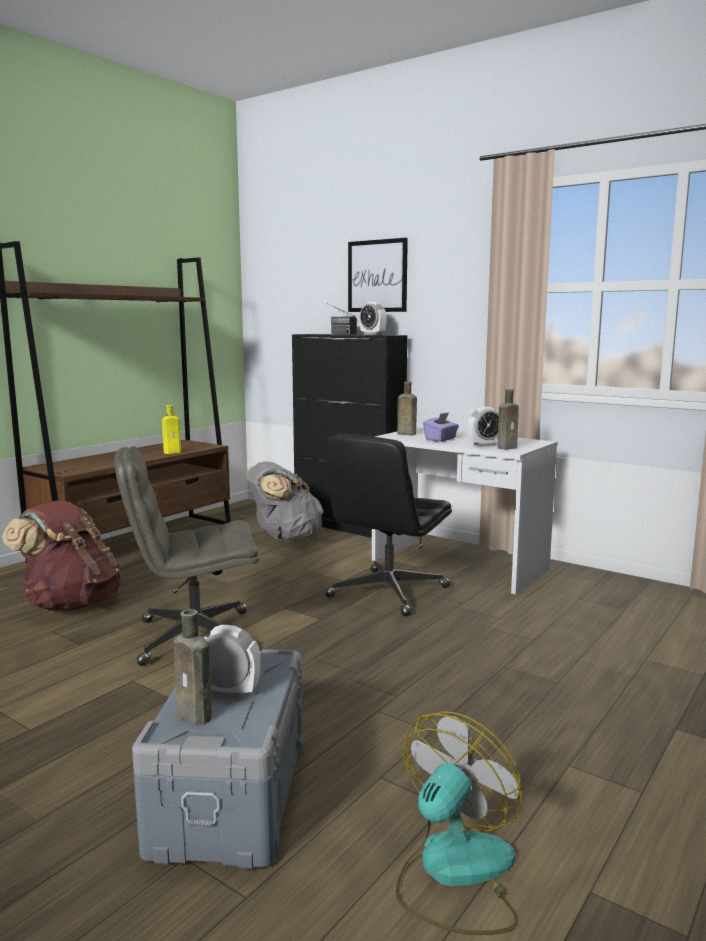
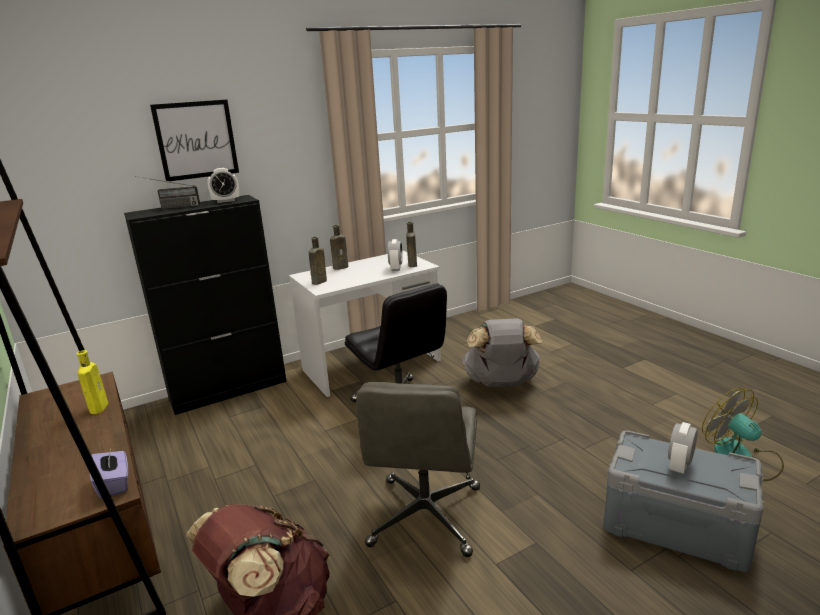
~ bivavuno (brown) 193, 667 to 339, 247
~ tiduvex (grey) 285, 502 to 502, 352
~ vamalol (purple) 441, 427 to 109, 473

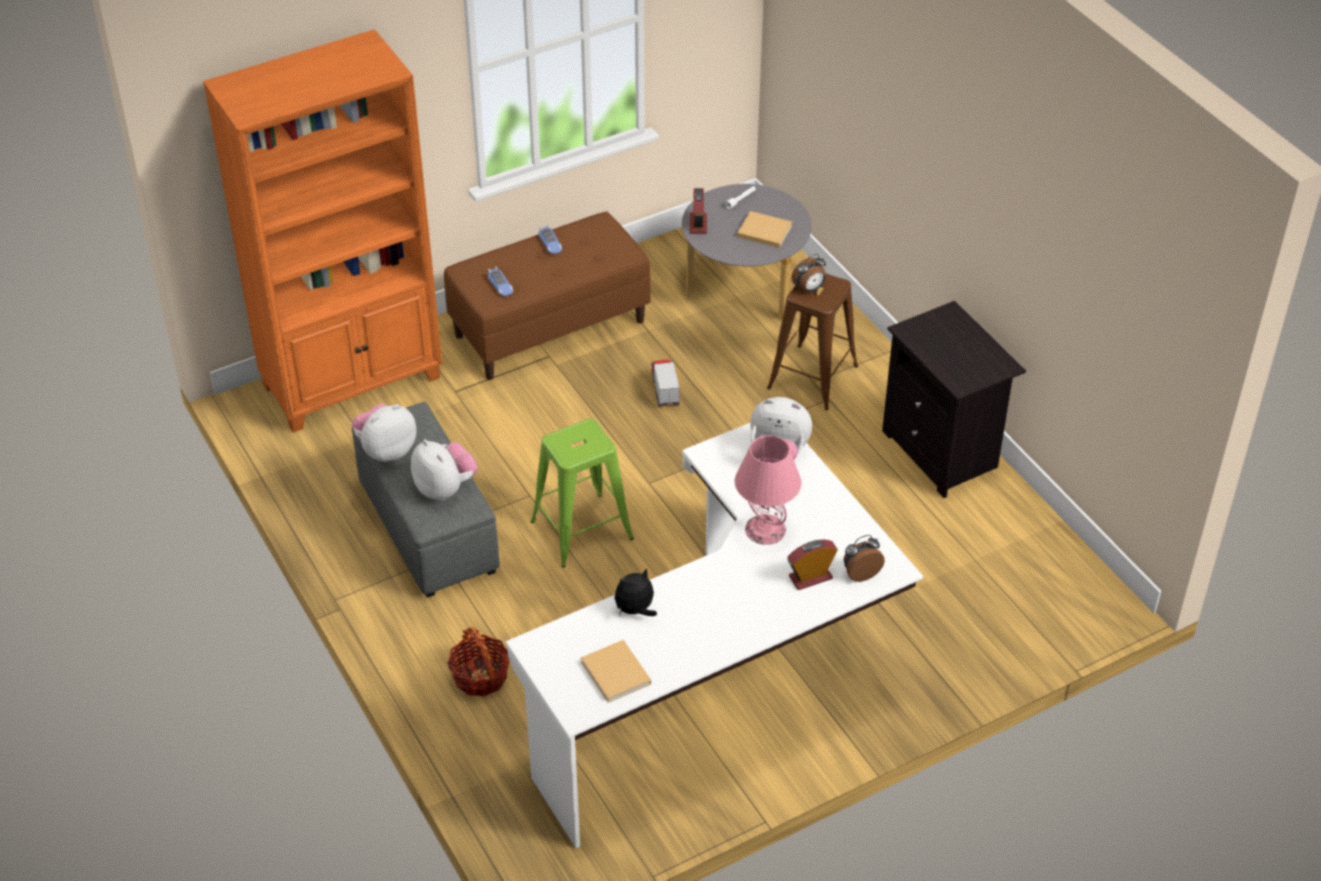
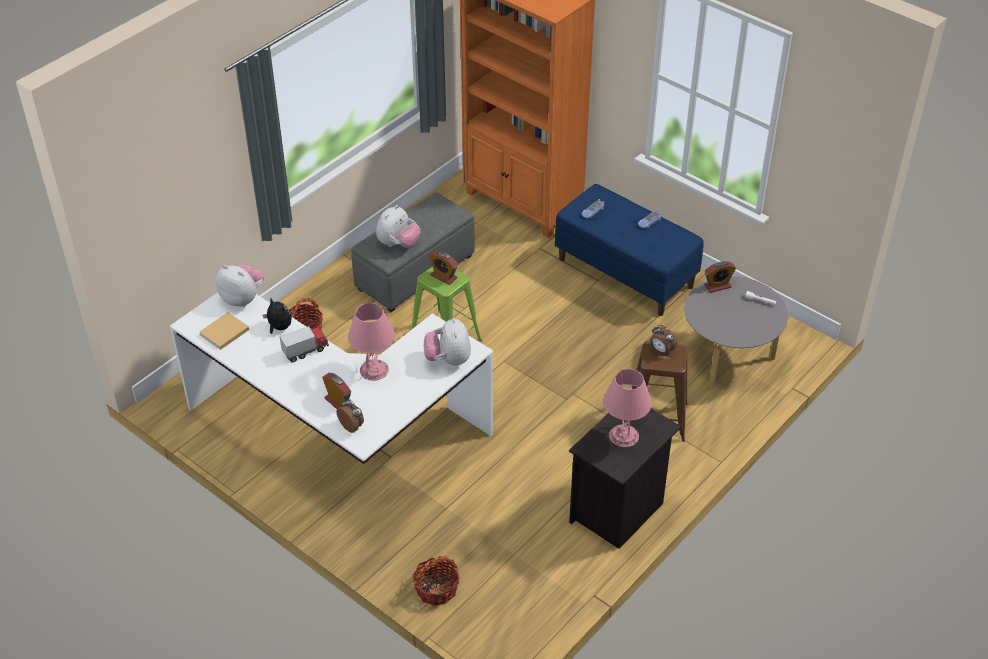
~ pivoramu 384, 433 to 240, 285
~ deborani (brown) 547, 295 to deborani (blue) 629, 250
~ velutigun 665, 383 to 304, 344
- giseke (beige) 764, 229
+ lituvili 436, 581
+ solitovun 443, 267
+ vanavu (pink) 627, 408

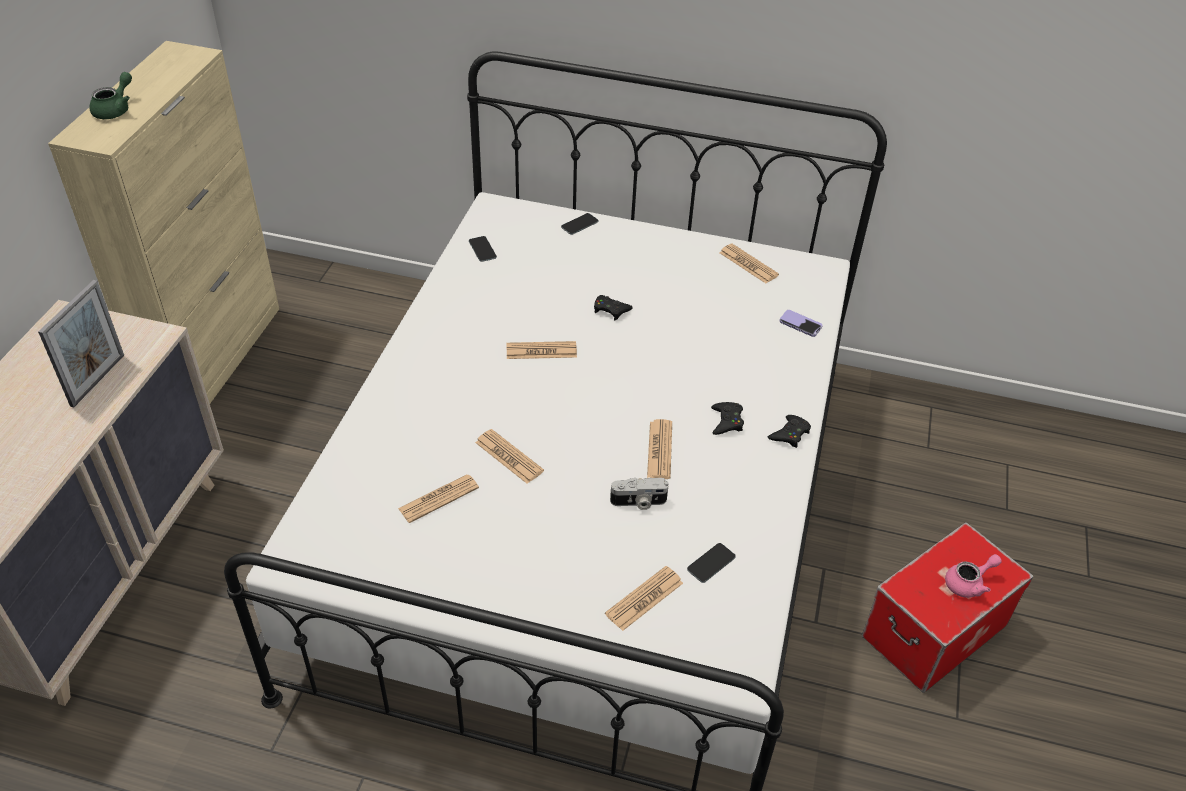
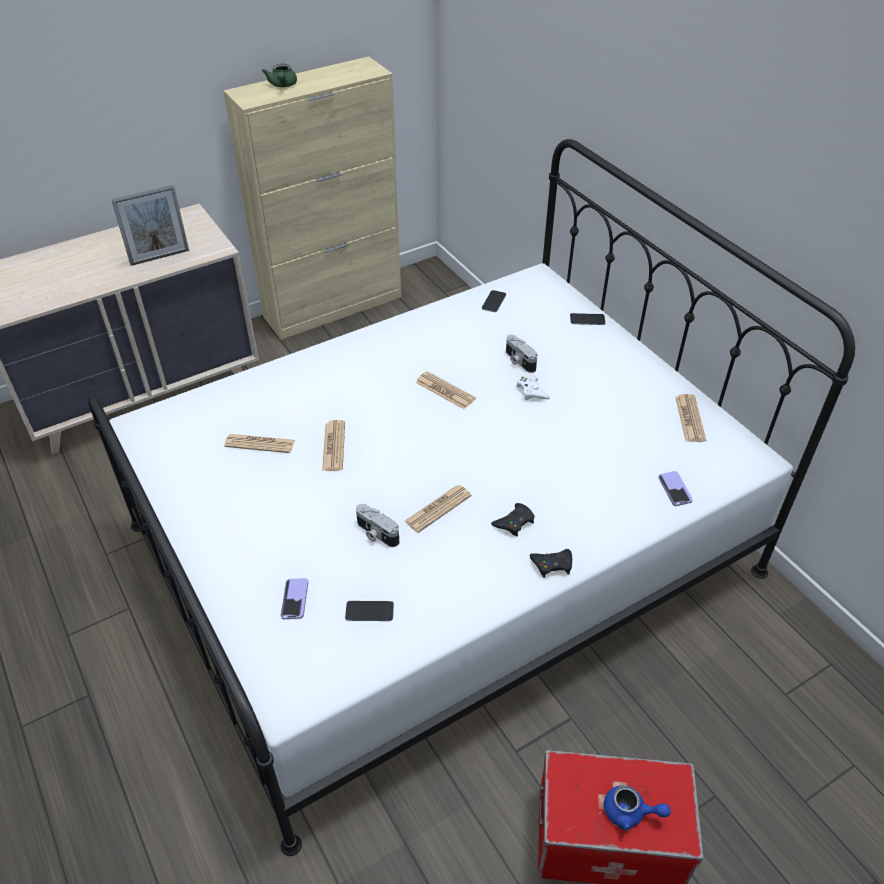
~ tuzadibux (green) 110, 95 = 279, 75 105 degrees clockwise
~ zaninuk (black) 613, 307 to zaninuk (white) 533, 387
~ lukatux 644, 598 to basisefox 294, 598
~ tuzadibux (pink) 973, 576 to tuzadibux (blue) 637, 808
+ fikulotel 521, 354

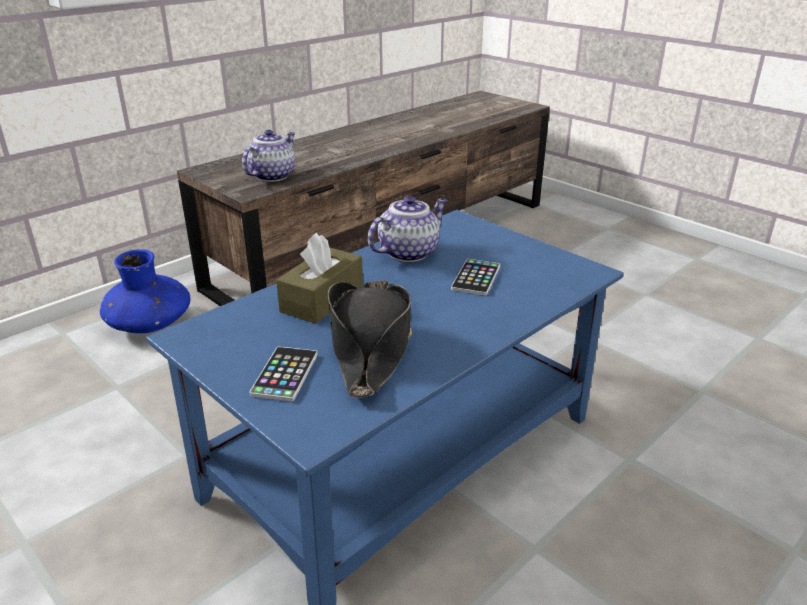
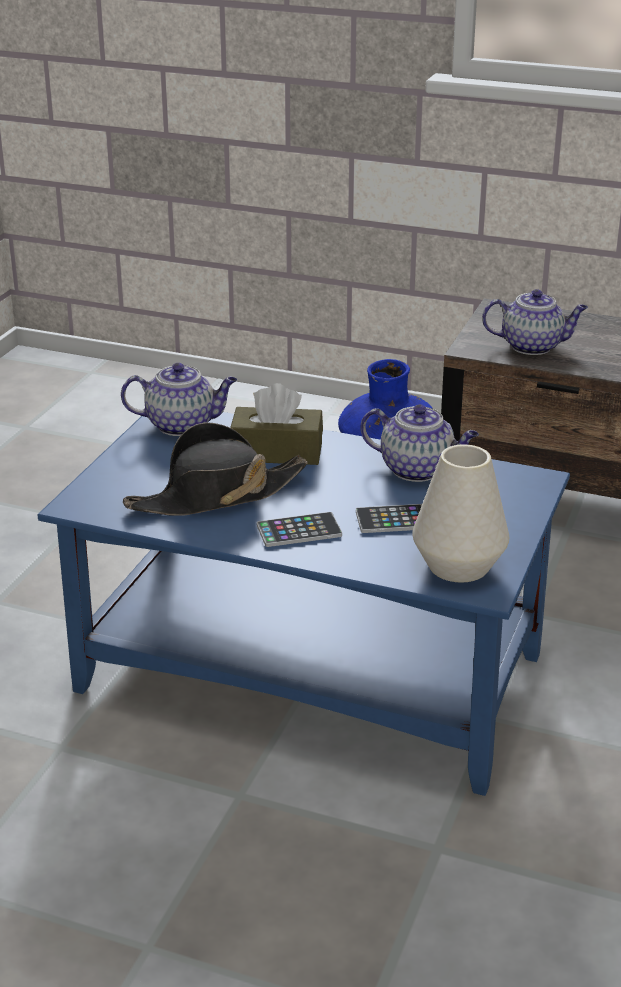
~ basisefox 284, 373 to 299, 529
+ tuzadibux 179, 399
+ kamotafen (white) 461, 513

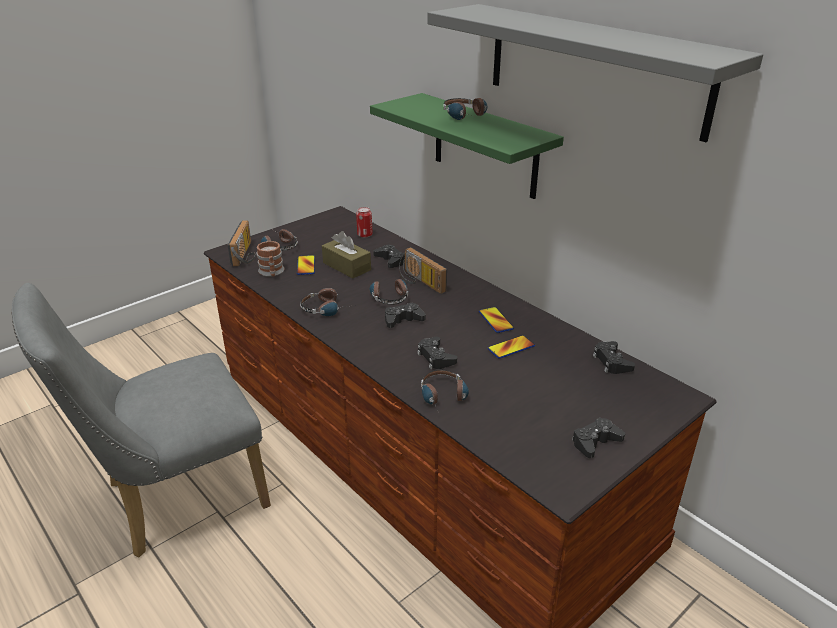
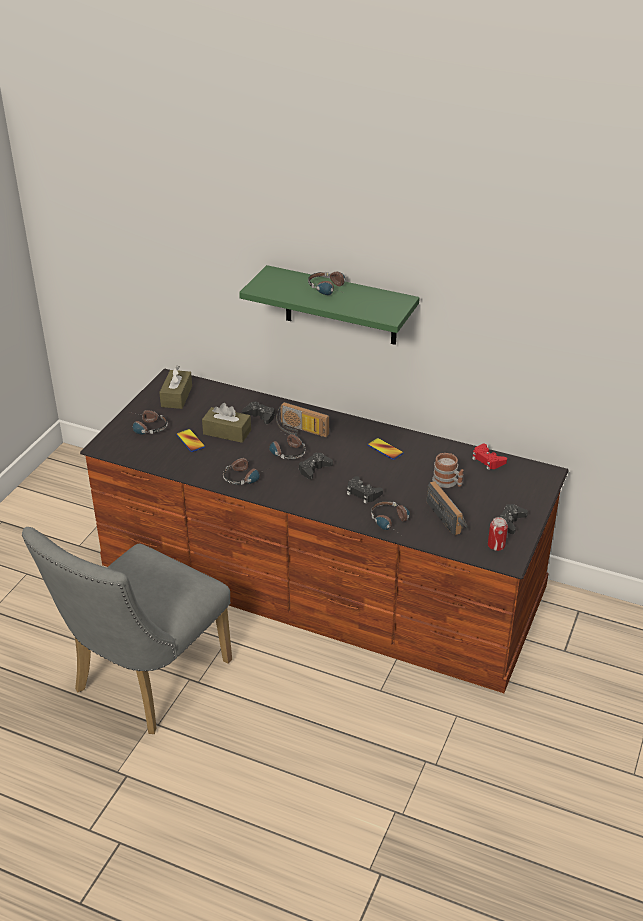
~ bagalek 242, 243 to 447, 508
~ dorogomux 270, 259 to 448, 470
~ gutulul 364, 222 to 498, 534
- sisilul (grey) 595, 73
- basisefox 511, 347
~ zaninuk (black) 614, 357 to zaninuk (red) 489, 457
+ vamalol (brown) 175, 387

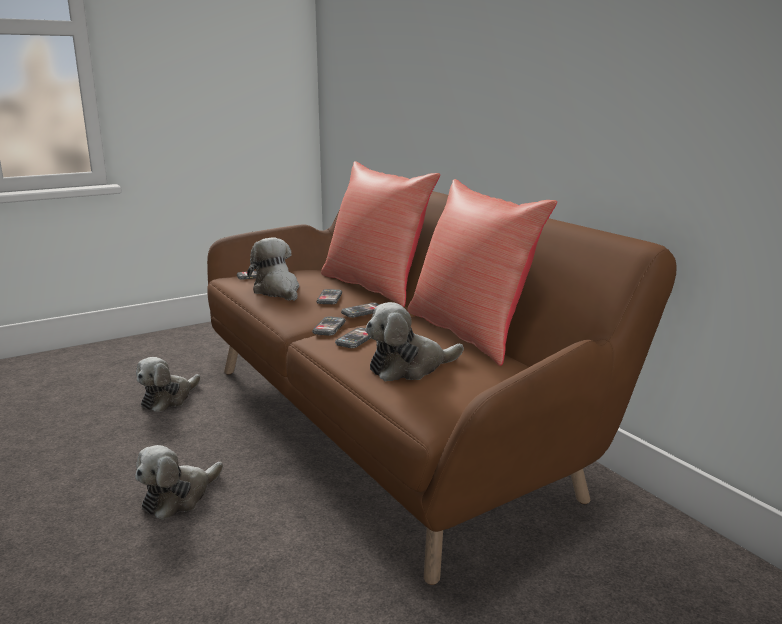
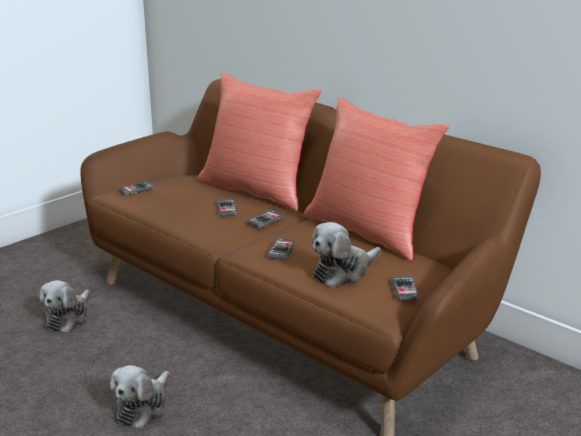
- pivoramu 273, 269
~ basisefox 329, 326 to 405, 288

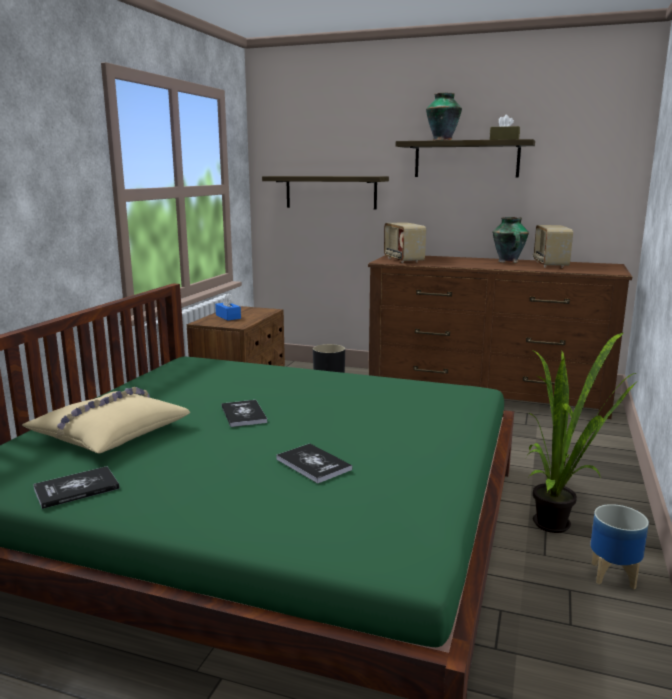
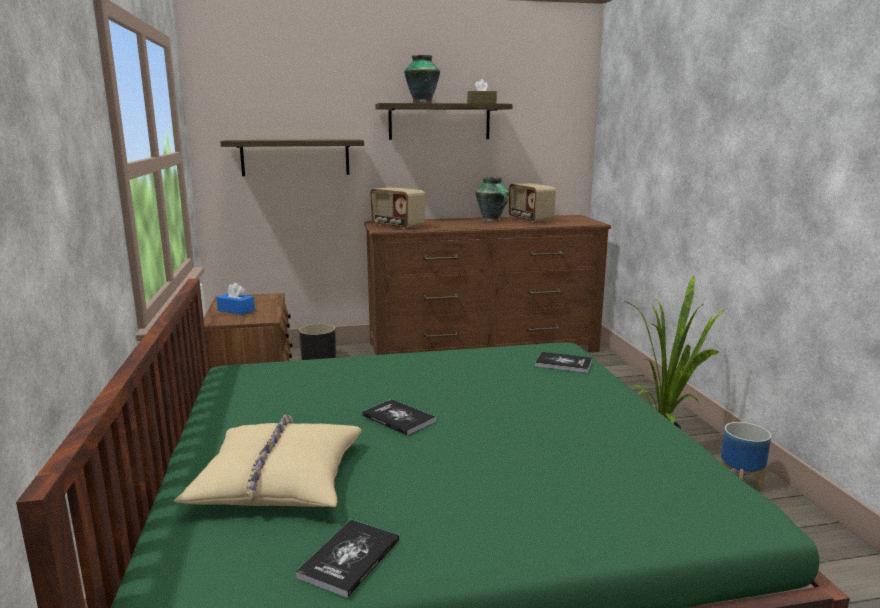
~ giseke 314, 464 to 563, 362

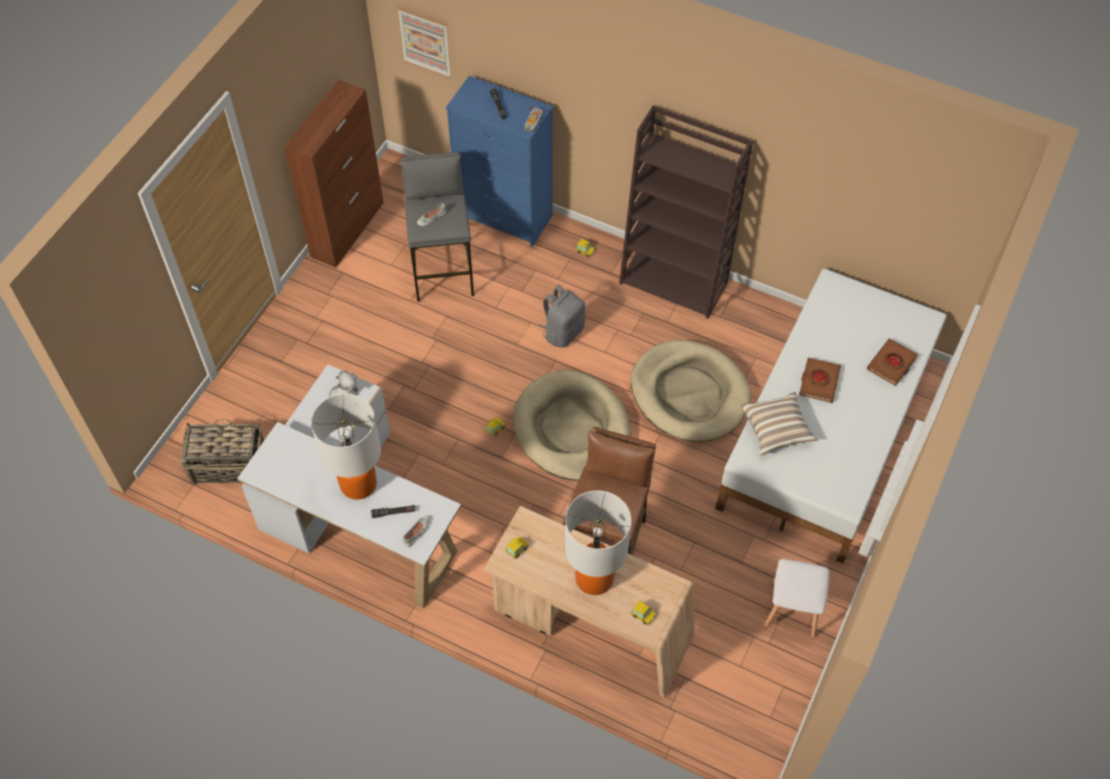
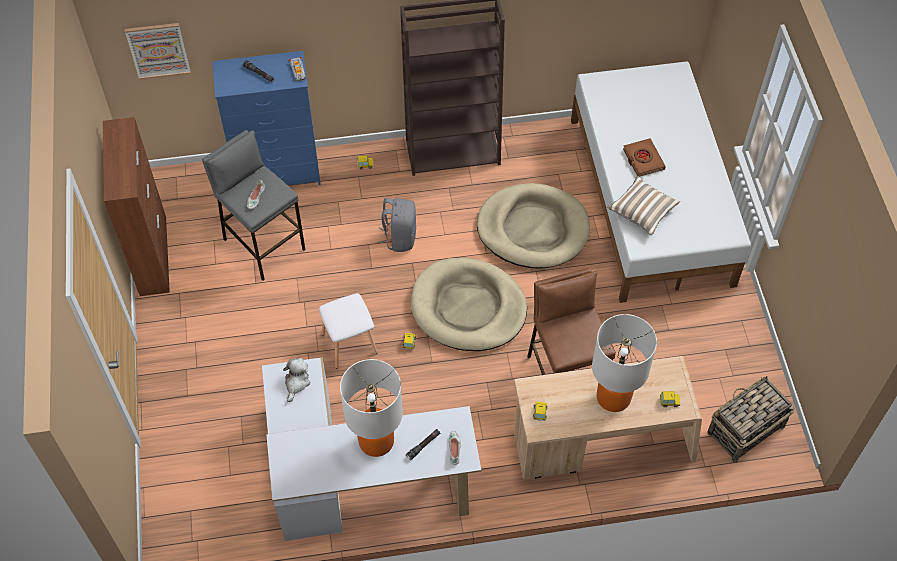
~ lituvili 222, 452 to 750, 419
~ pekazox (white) 797, 598 to 348, 330
- giseke (brown) 892, 362

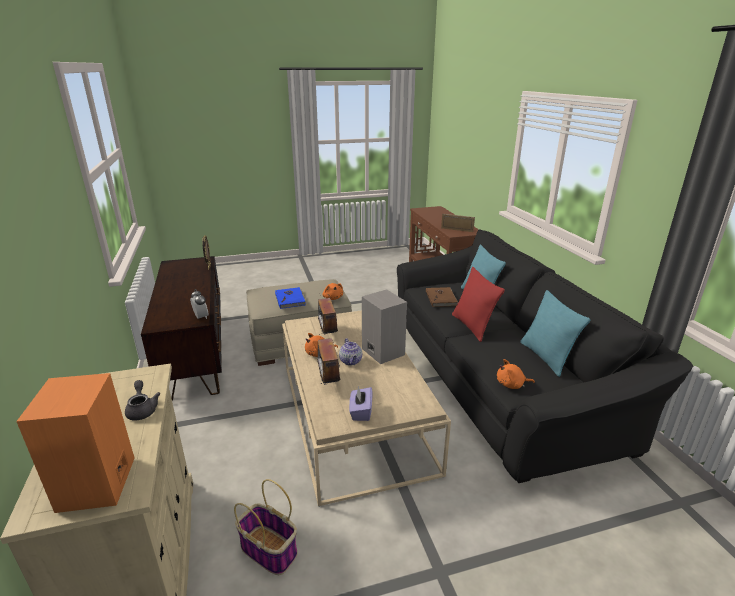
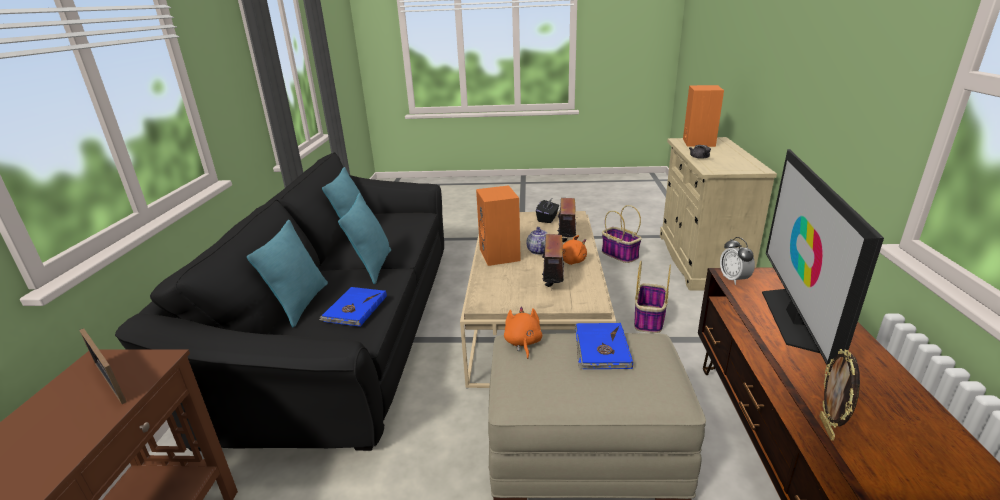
~ vamalol (purple) 360, 403 to vamalol (black) 547, 210
~ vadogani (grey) 384, 327 to vadogani (orange) 498, 225
~ giseke (brown) 442, 297 to giseke (blue) 353, 307
~ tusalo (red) 478, 304 to tusalo (turquoise) 364, 238
- pivoramu (orange) 516, 374
+ lituvili 652, 297
+ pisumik 823, 257

